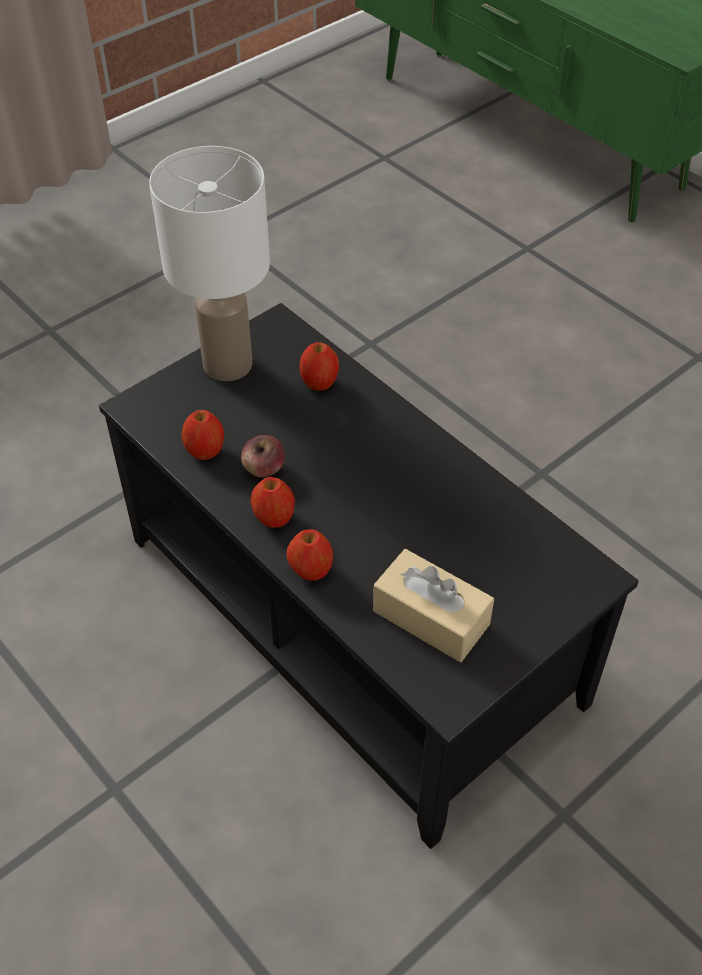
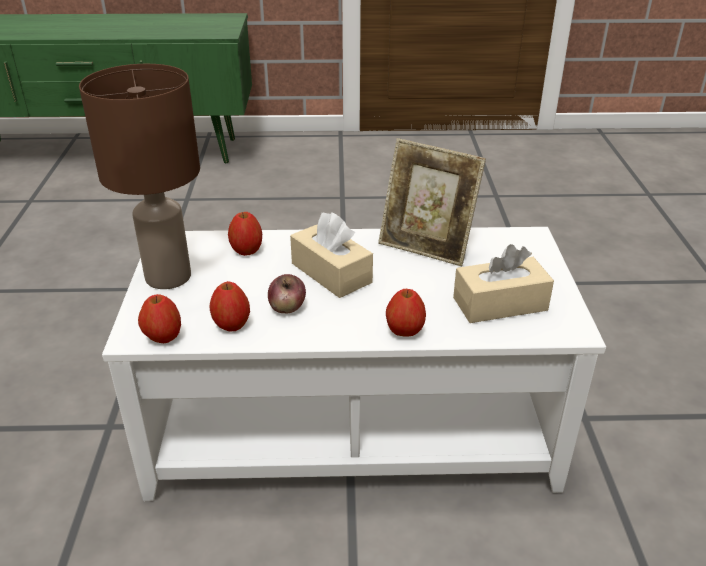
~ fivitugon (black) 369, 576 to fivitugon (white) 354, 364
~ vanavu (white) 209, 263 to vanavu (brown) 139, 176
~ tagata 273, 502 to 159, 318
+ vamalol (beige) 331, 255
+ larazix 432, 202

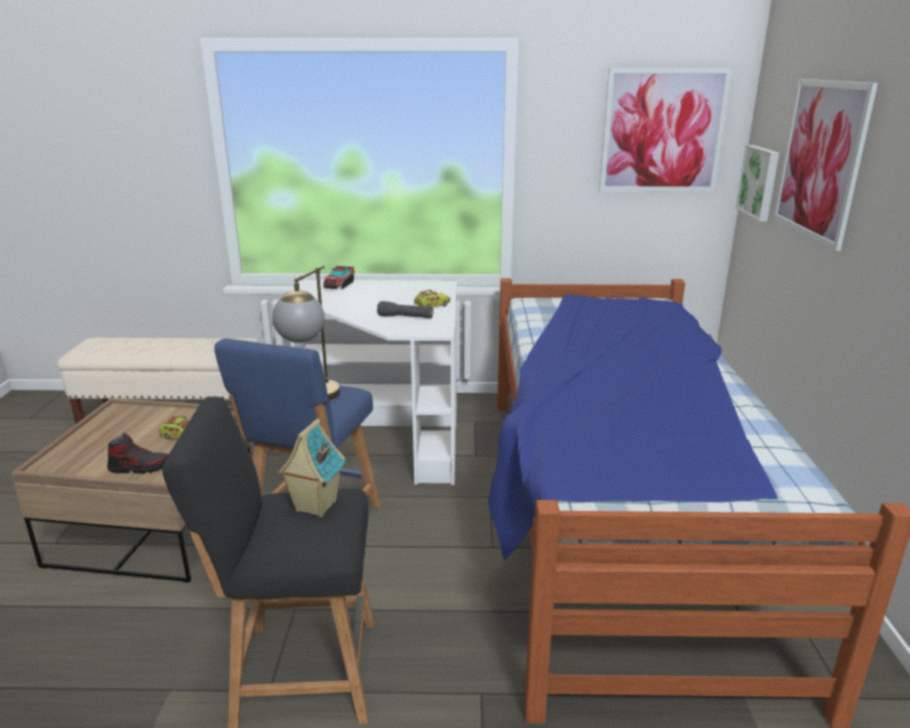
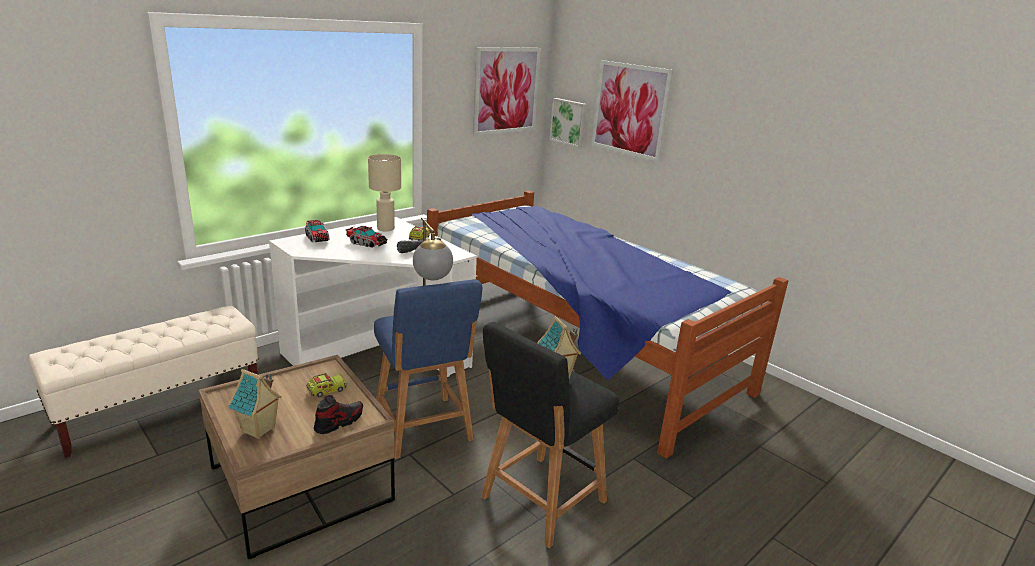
+ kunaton 255, 404
+ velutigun 367, 237
+ vanavu (beige) 384, 192

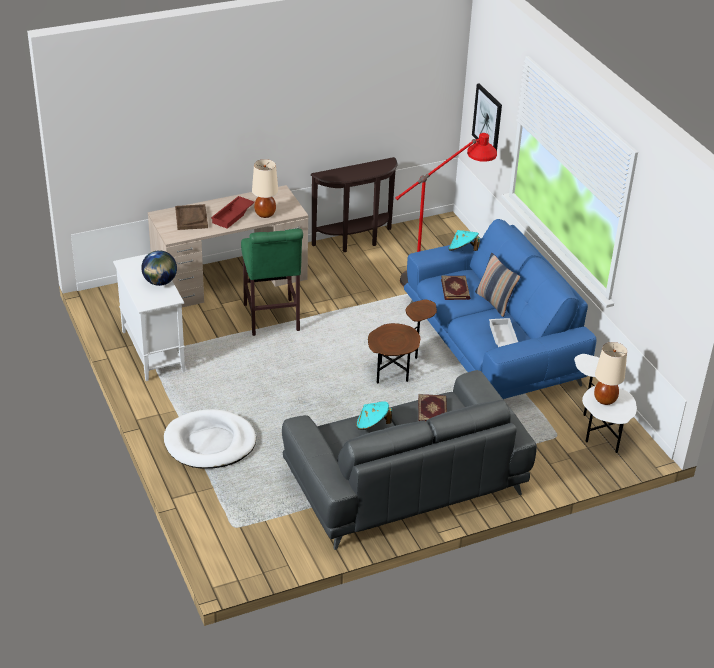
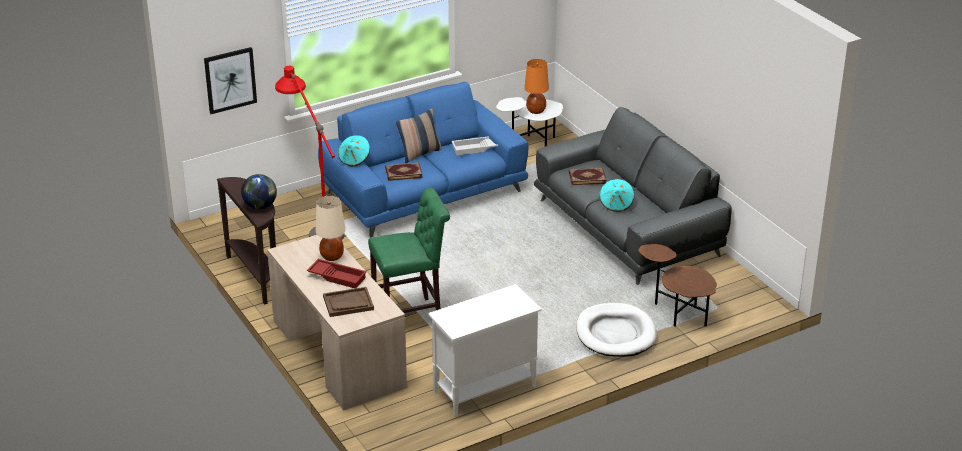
~ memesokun 159, 268 to 259, 191
~ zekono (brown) 402, 341 to 677, 285
~ vanavu (beige) 610, 373 to vanavu (orange) 536, 86

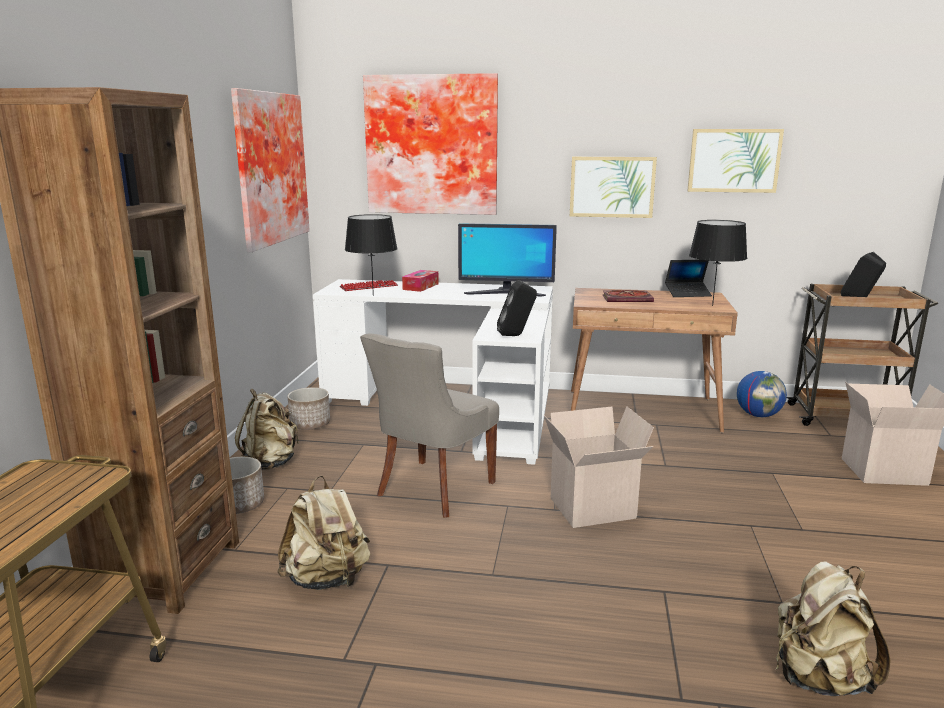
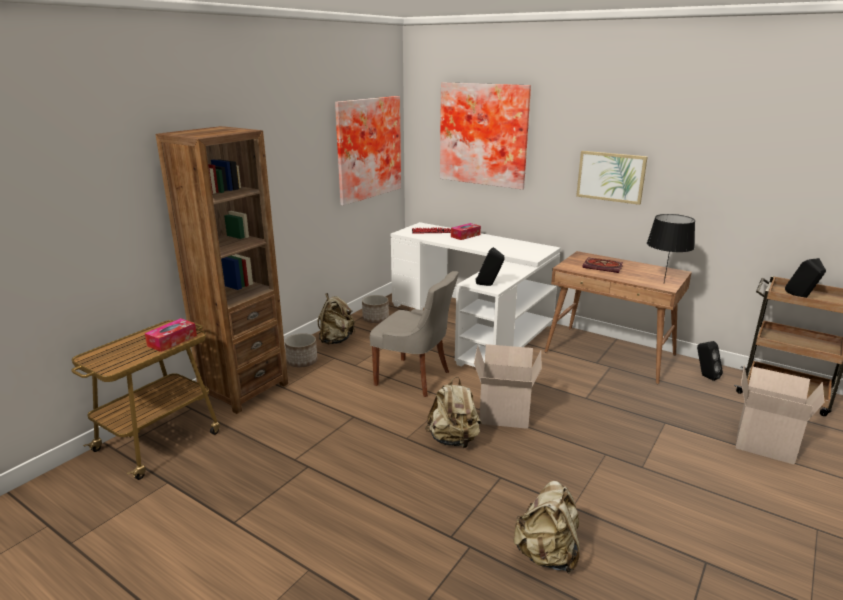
~ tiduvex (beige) 323, 533 to 453, 412
- vanavu (black) 371, 255
~ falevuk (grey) 429, 426 = 414, 334 120 degrees counterclockwise
- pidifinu 507, 260
- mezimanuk 688, 278
- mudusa 736, 161
~ memesokun 762, 394 to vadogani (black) 710, 361
+ vamalol 171, 335

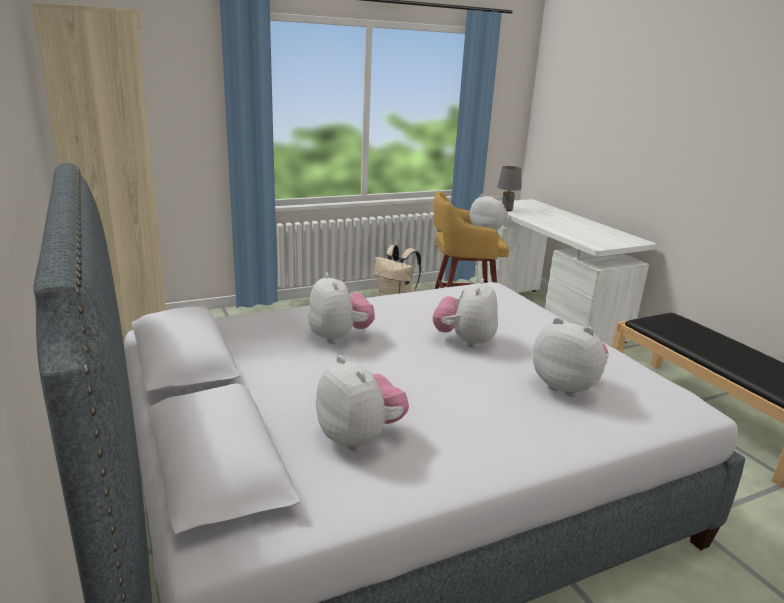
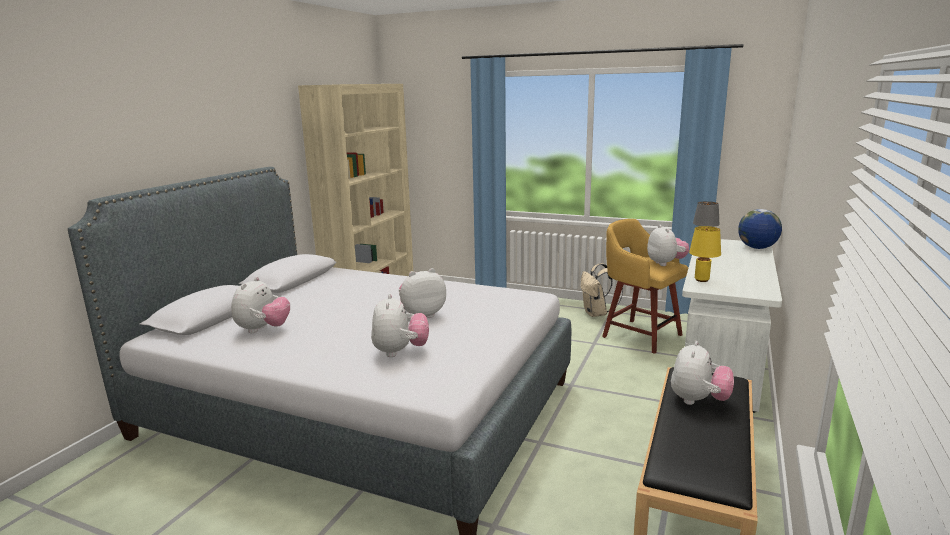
~ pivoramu 341, 308 to 702, 373
+ vanavu (yellow) 705, 254
+ memesokun 760, 229

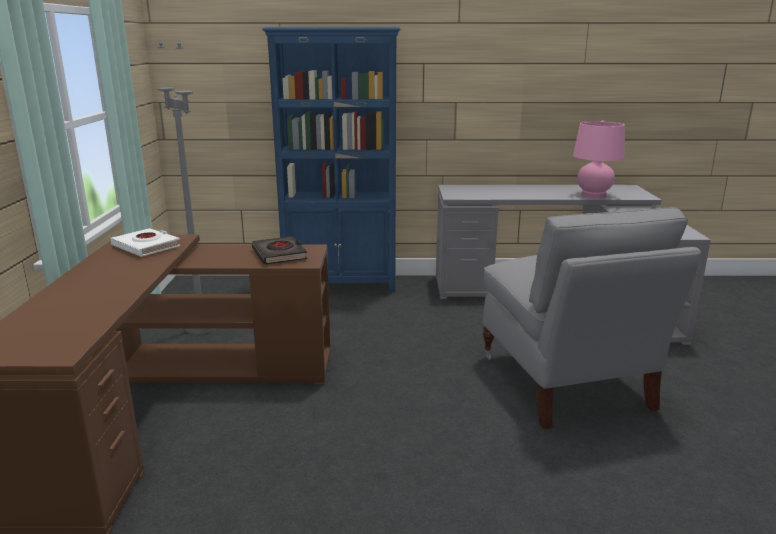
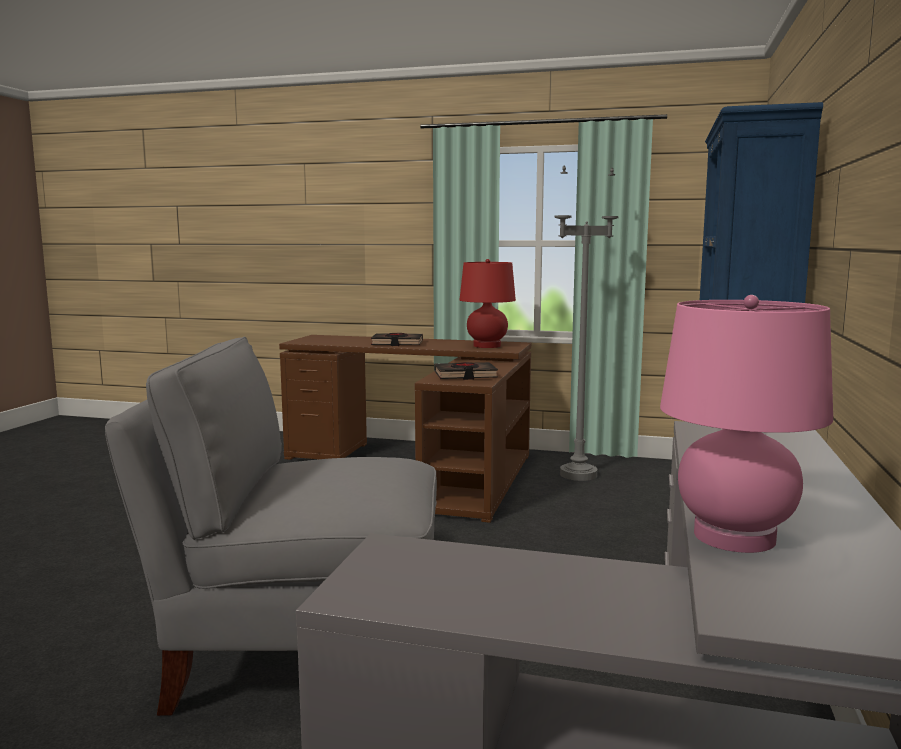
~ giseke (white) 145, 242 to vanavu (red) 488, 303
+ giseke (black) 397, 339

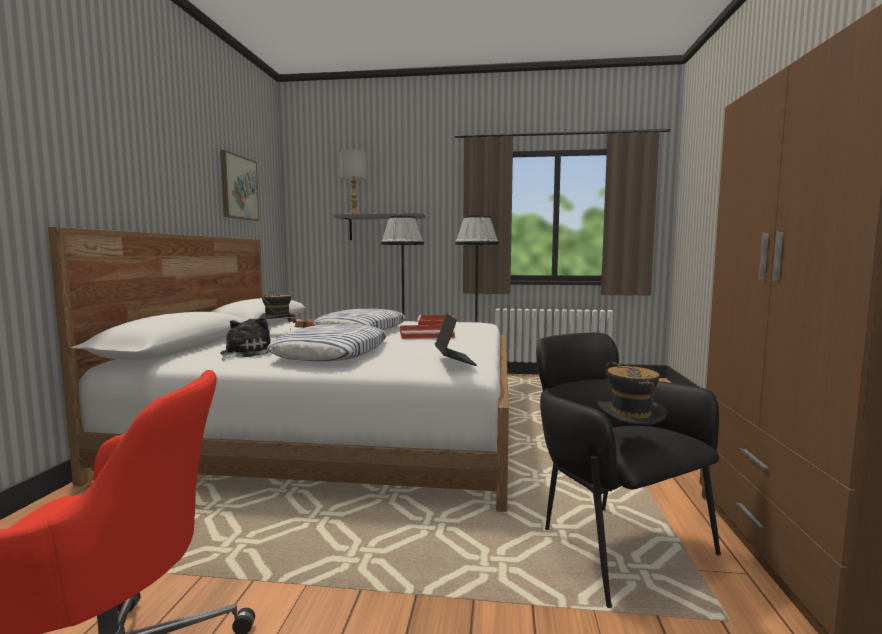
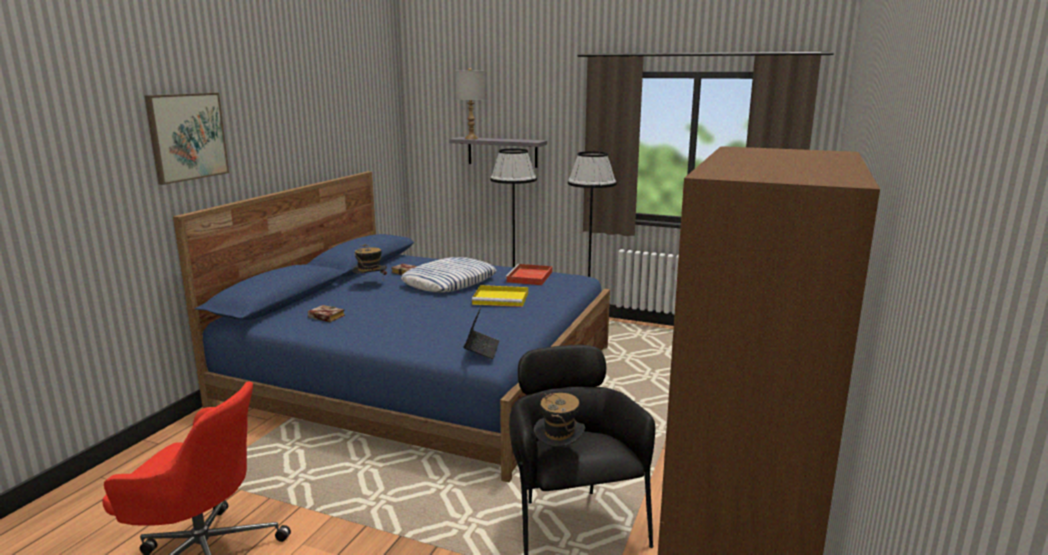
~ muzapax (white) 278, 369 to muzapax (blue) 391, 326
~ mudusa 239, 185 to 186, 139
~ pivoramu 245, 338 to giseke 326, 313
- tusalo 327, 342
~ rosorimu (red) 427, 332 to rosorimu (yellow) 500, 296

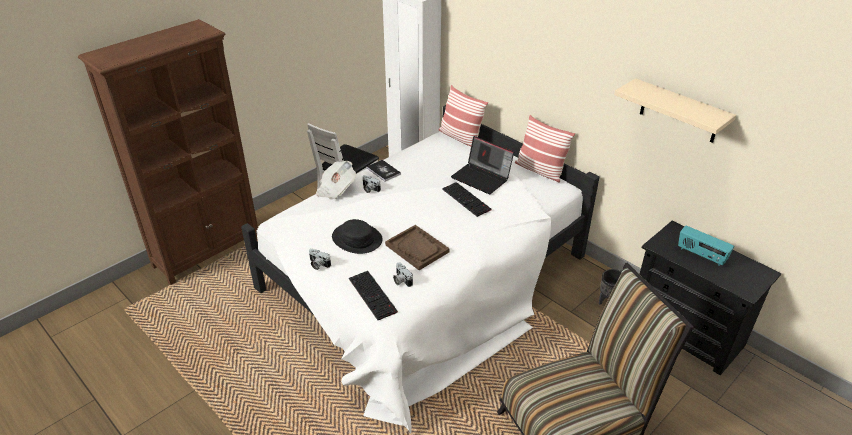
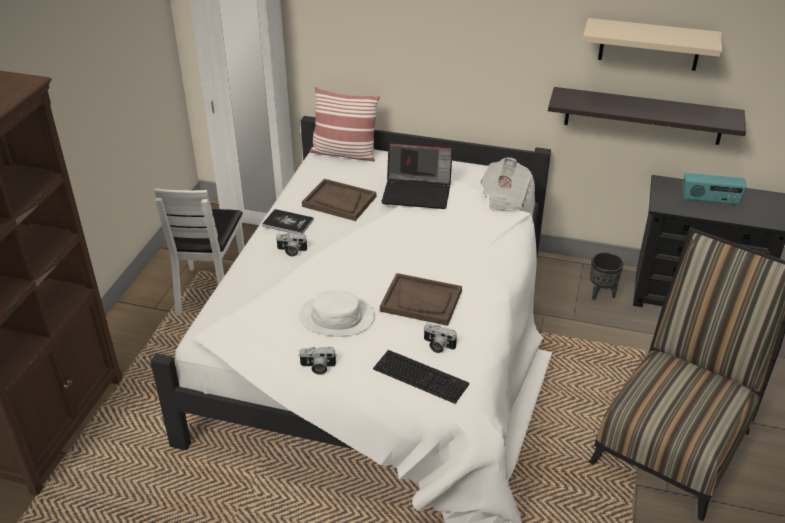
~ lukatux 336, 180 to 507, 184
~ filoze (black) 357, 236 to filoze (white) 337, 313
- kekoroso 467, 199
- tusalo 545, 149
+ rosorimu (brown) 339, 200
+ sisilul 647, 116

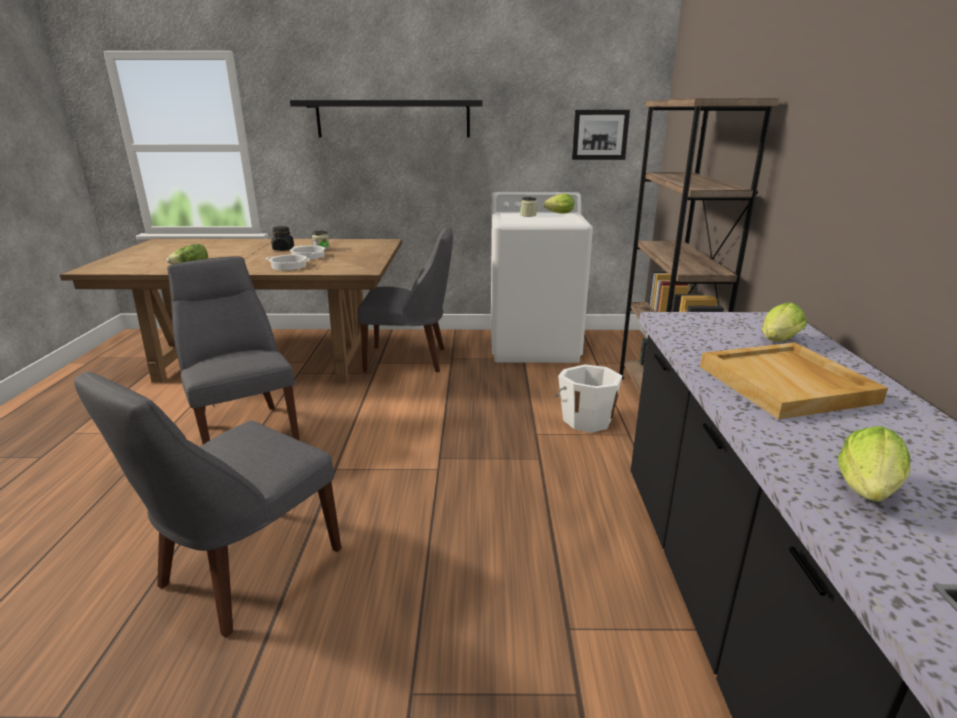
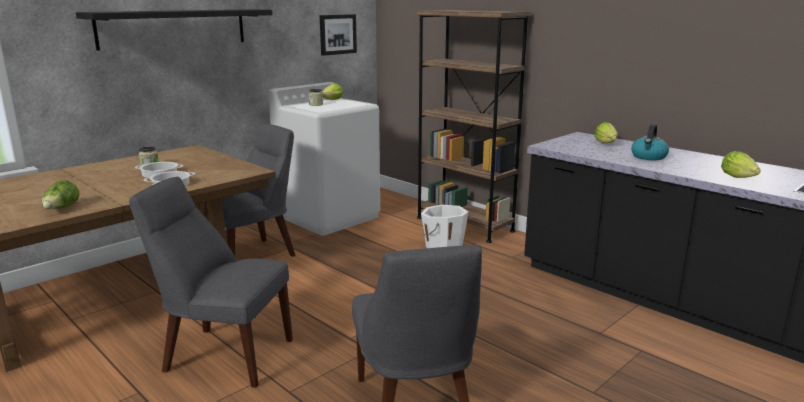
- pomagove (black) 282, 238
~ rosorimu (beige) 794, 380 to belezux 650, 142

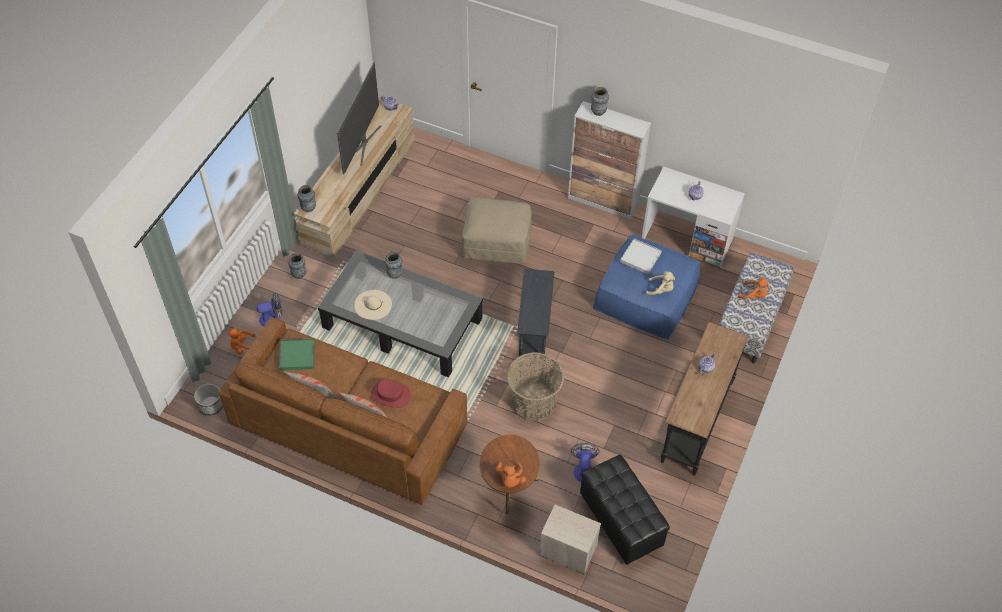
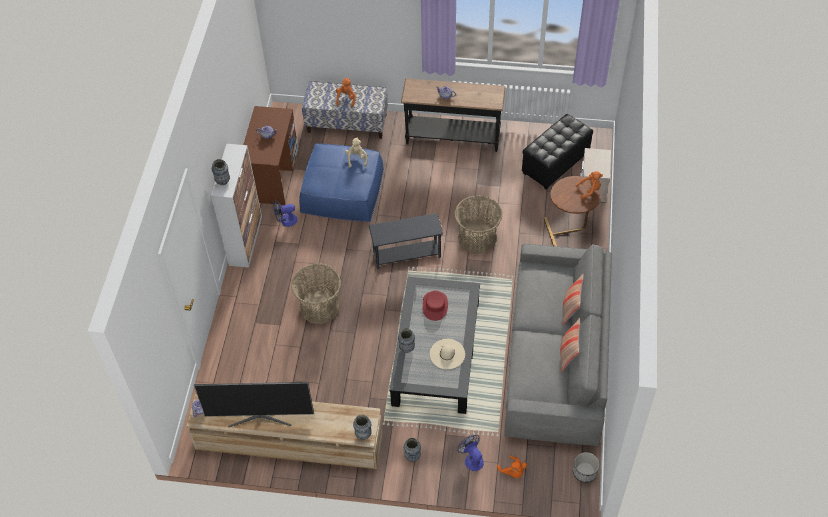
~ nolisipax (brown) 343, 411 to nolisipax (grey) 558, 345
- rosorimu (green) 297, 354
~ filoze (red) 391, 393 to 435, 306
~ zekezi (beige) 496, 230 to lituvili 316, 293
~ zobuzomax 585, 462 to 285, 213
- rosorimu (white) 641, 256
~ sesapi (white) 693, 217 to sesapi (brown) 270, 155

